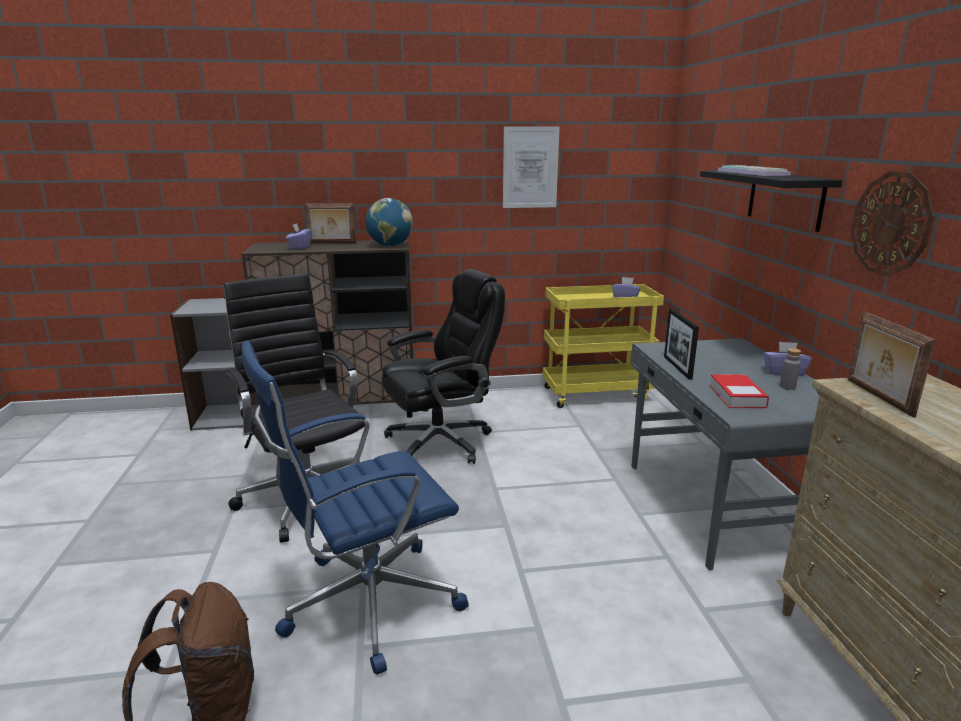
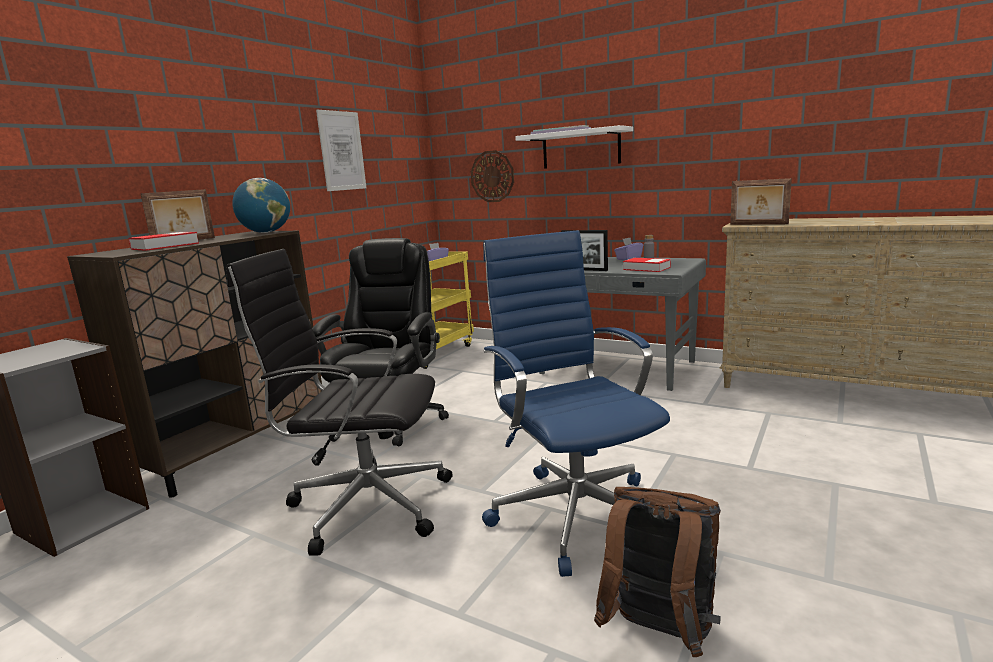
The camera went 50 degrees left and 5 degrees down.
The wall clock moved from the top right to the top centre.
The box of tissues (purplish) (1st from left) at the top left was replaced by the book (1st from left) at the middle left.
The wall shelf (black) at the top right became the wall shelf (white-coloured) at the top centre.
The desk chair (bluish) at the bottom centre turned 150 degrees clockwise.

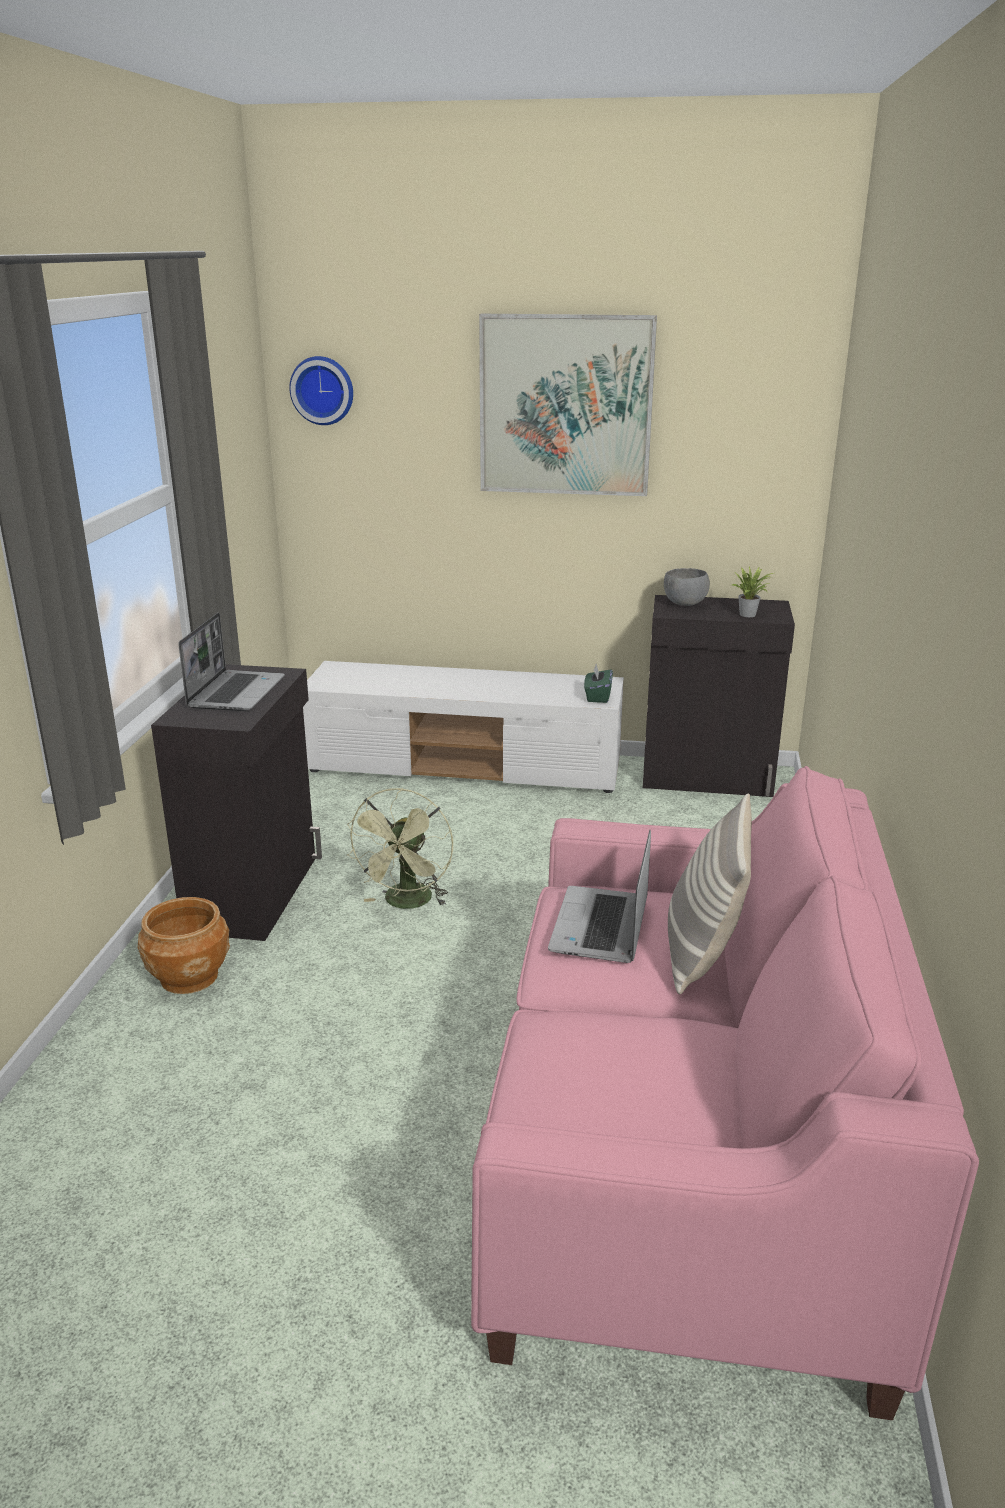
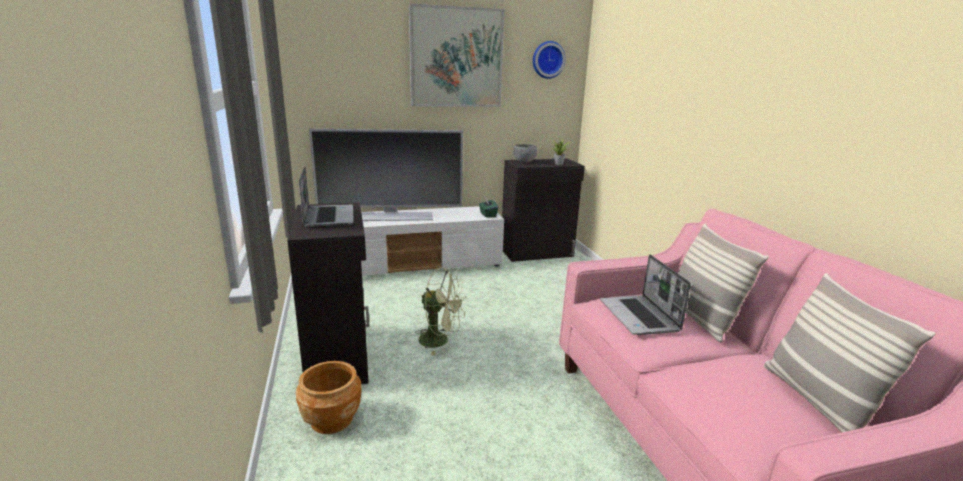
The camera went 25 degrees left and 5 degrees down.
The television at the centre appeared.
The cushion (2nd from left) at the bottom right appeared.
The wall clock moved from the top left to the top centre.
The fan (greenish) at the centre turned 60 degrees counterclockwise.

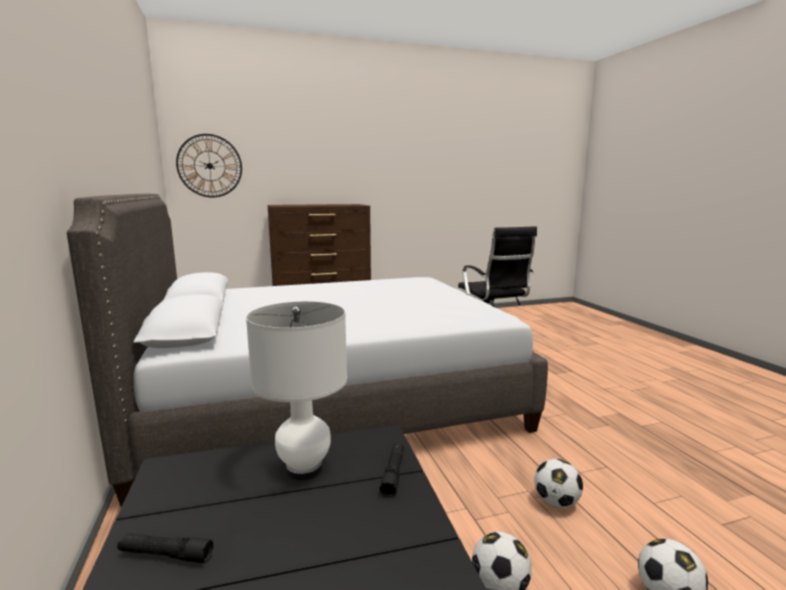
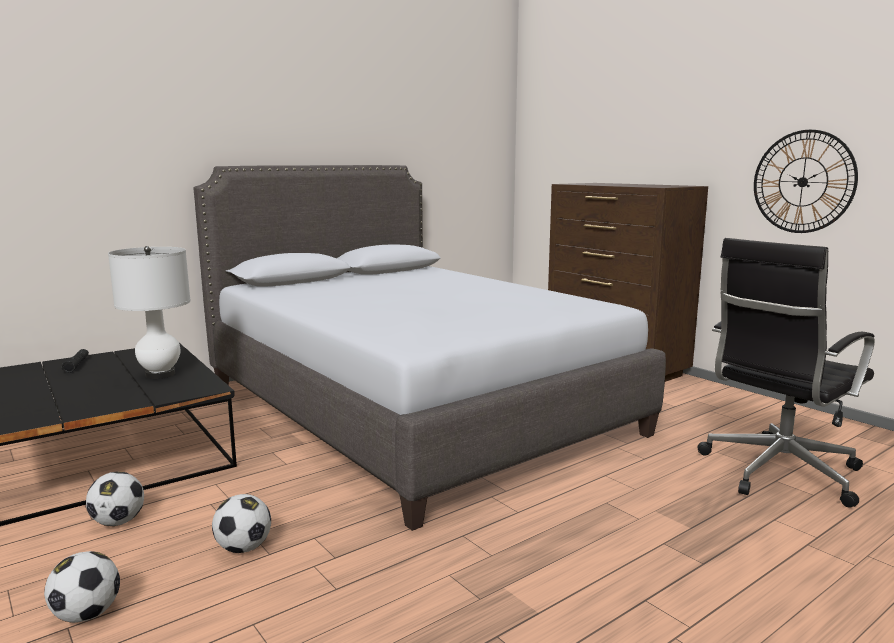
The camera went 70 degrees right and 0 degrees up.
The flashlight (black) (2nd from left) at the bottom centre disappeared.
The wall clock moved from the top left to the top right.

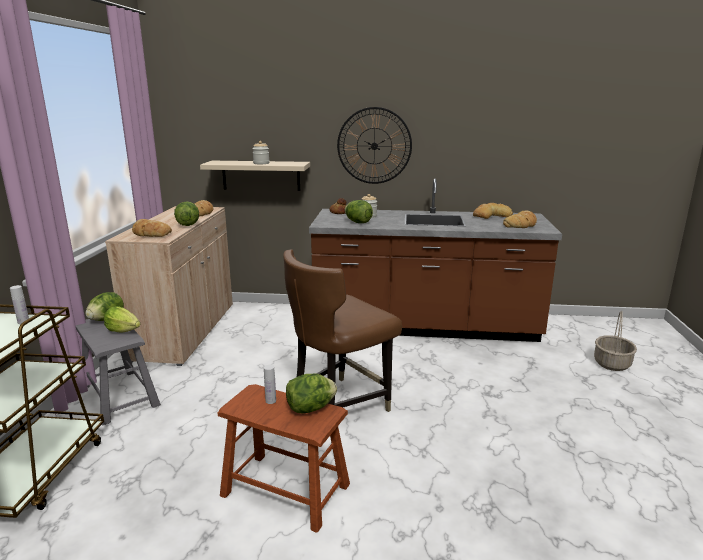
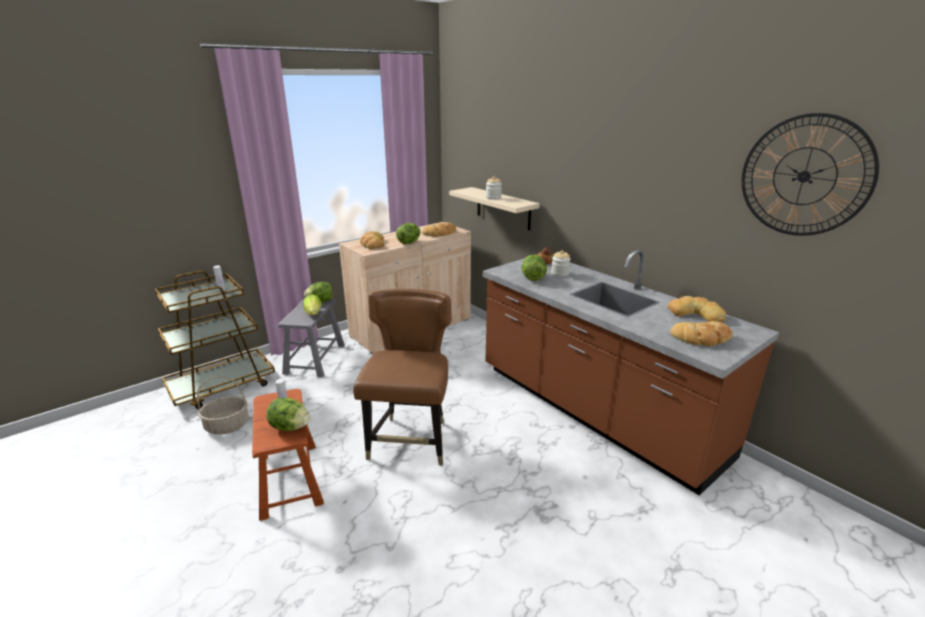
The camera went 45 degrees right and 5 degrees up.
The wall clock moved from the top centre to the top right.
The storage basket moved from the middle right to the middle left.
The chair (brownish) at the centre turned 90 degrees clockwise.

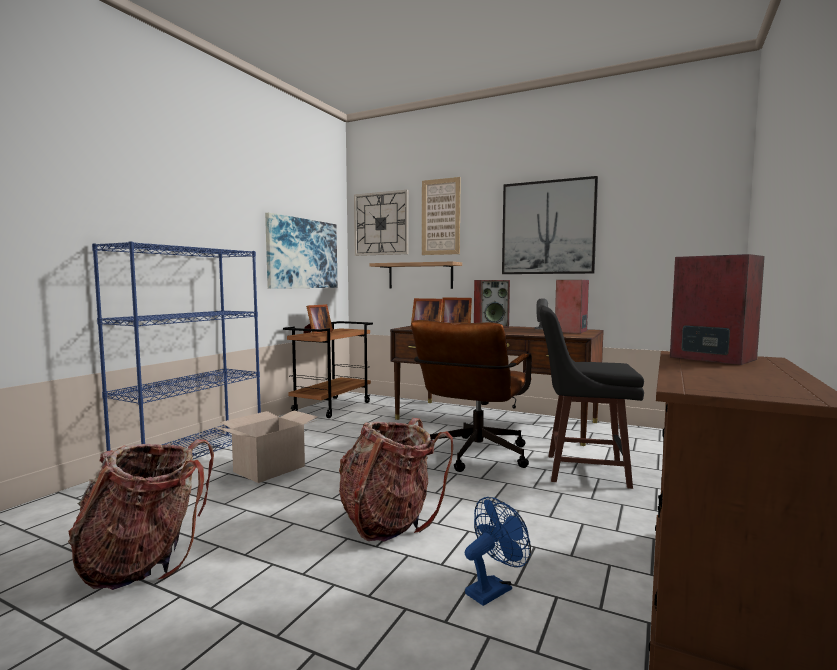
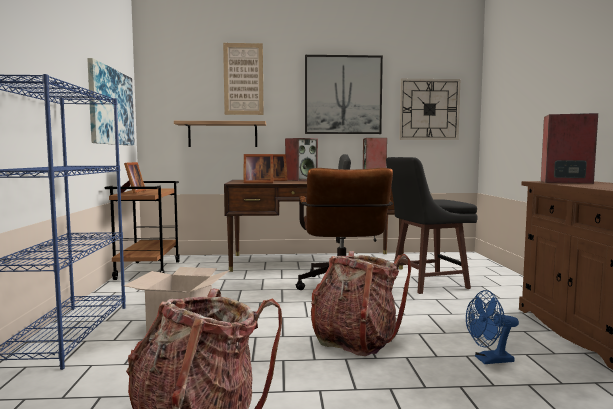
The camera went 30 degrees left and 0 degrees up.
The wall clock moved from the top centre to the top right.
The fan (bluish) at the bottom centre turned 120 degrees counterclockwise.

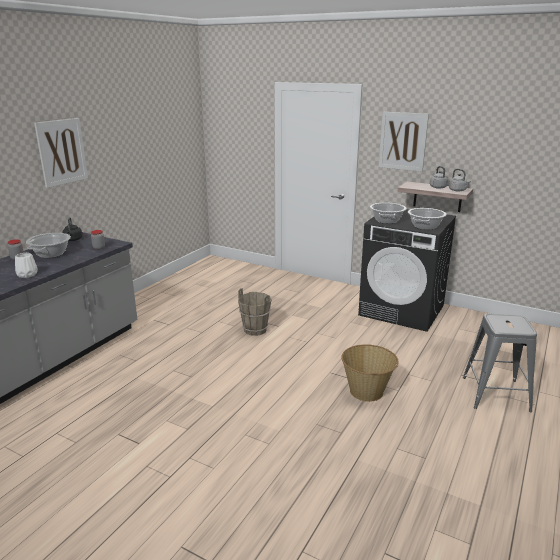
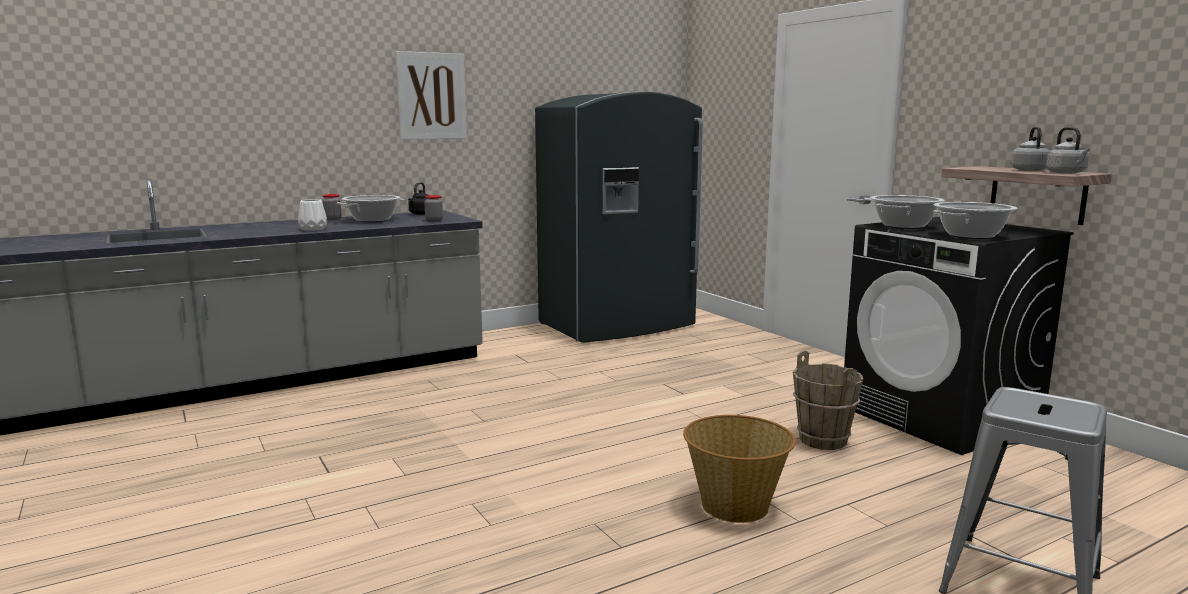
The camera went 30 degrees right and 10 degrees down.
The wall art (2nd from left) at the top right disappeared.
The refrigerator (greyish) at the centre appeared.
The water bucket (brownish) moved from the centre to the bottom right.

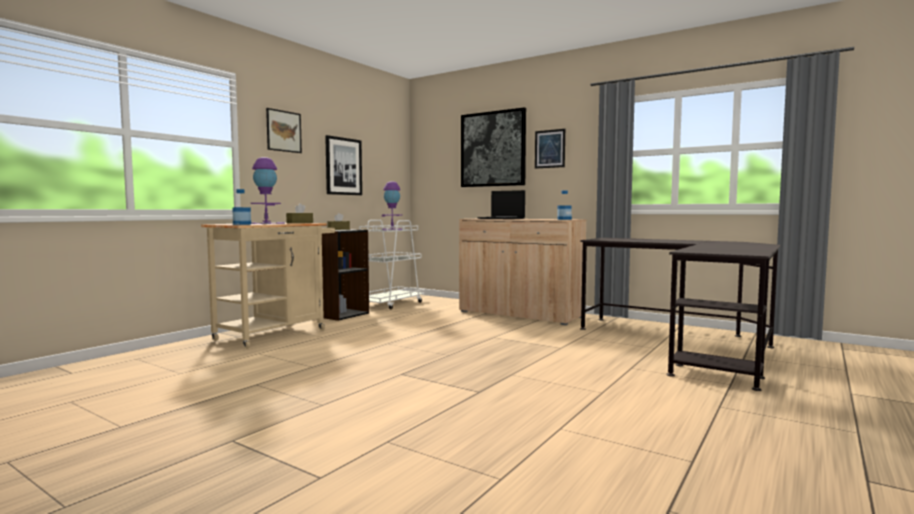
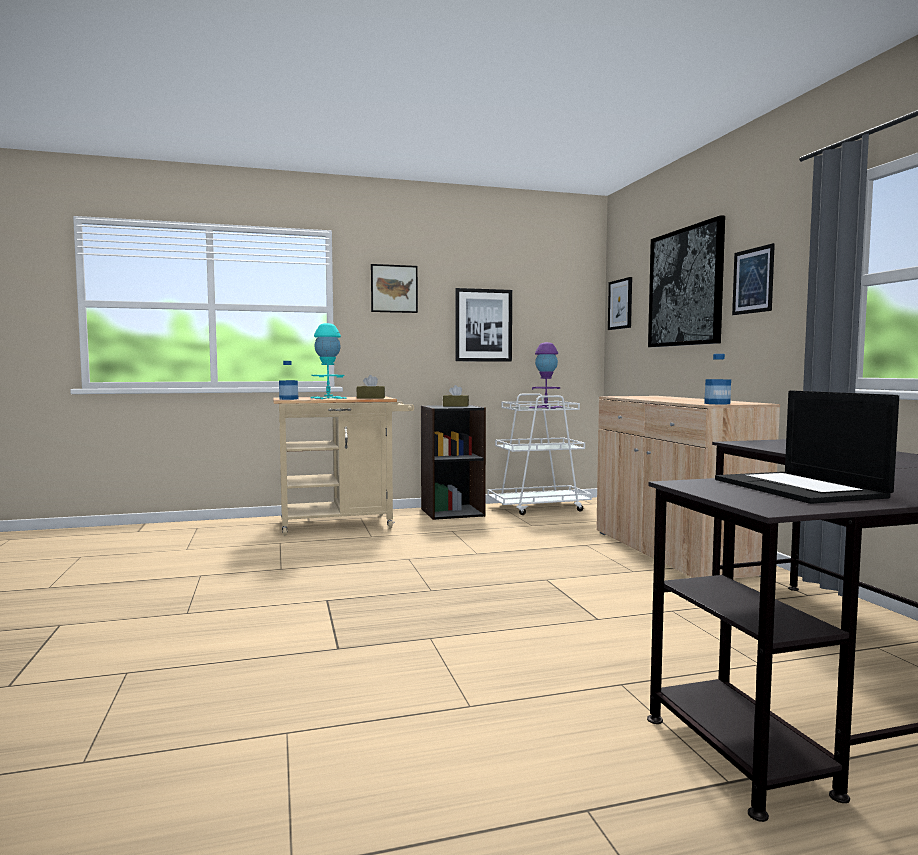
The camera went 40 degrees right and 0 degrees up.
The wall art (3rd from left) at the middle right appeared.
The notebook computer moved from the centre to the middle right.
The tabletop lamp (purplish) (1st from left) at the middle left became the tabletop lamp (turquoise-coloured) at the centre.

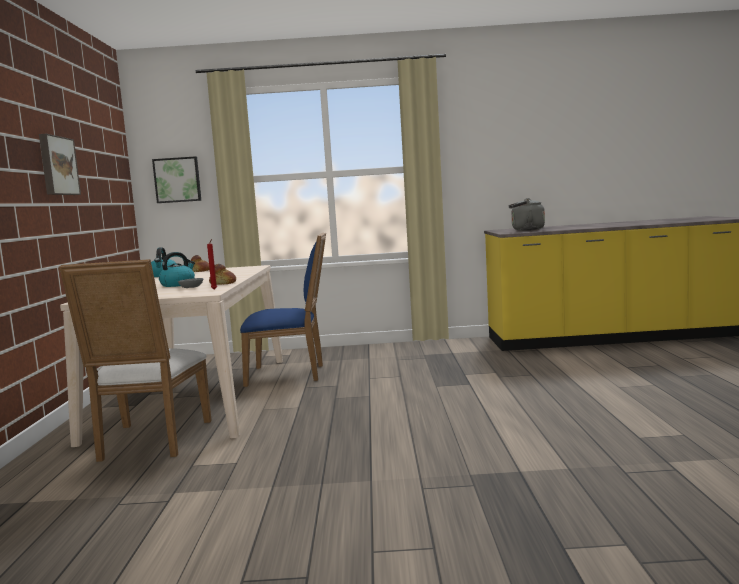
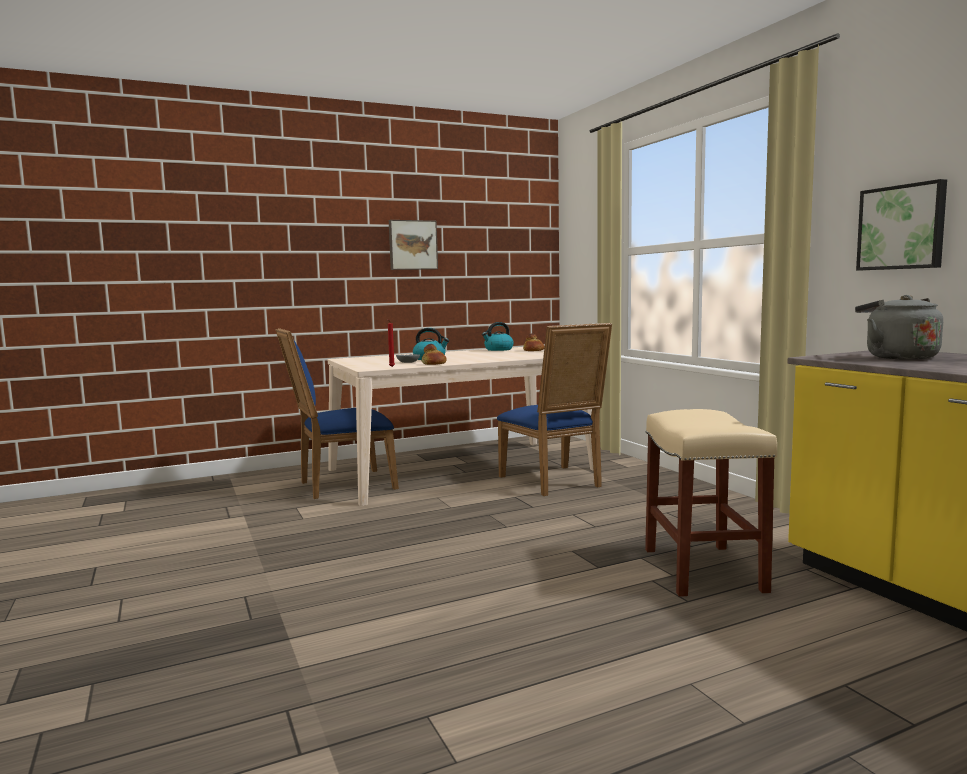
The camera went 65 degrees right and 0 degrees up.
The stool seat (beige) at the middle right appeared.
The wall art (2nd from left) moved from the top left to the top right.
The chair (white-coloured) at the middle left became the chair (bluish) (1st from left) at the centre.

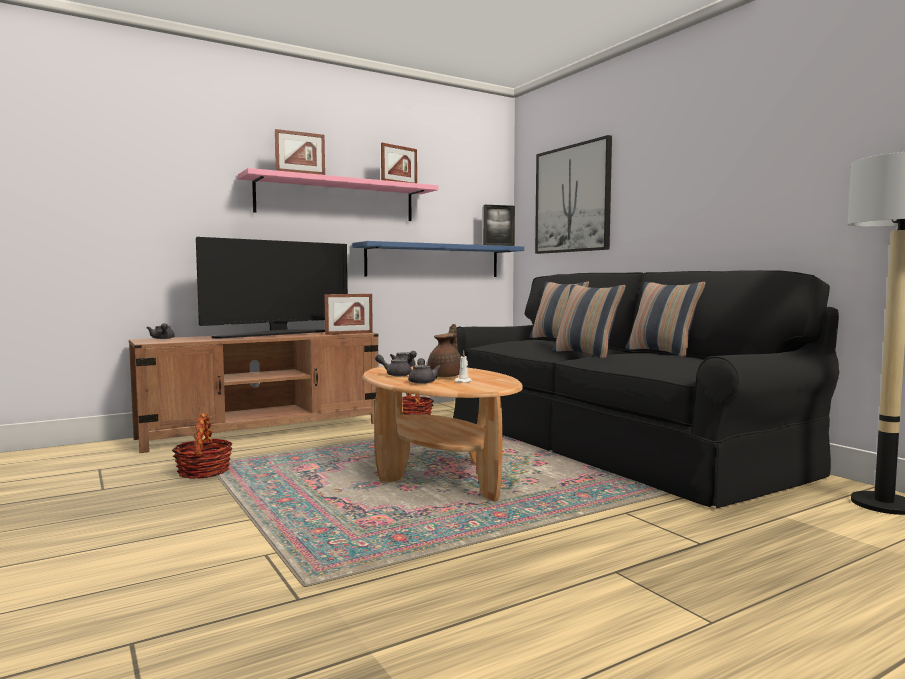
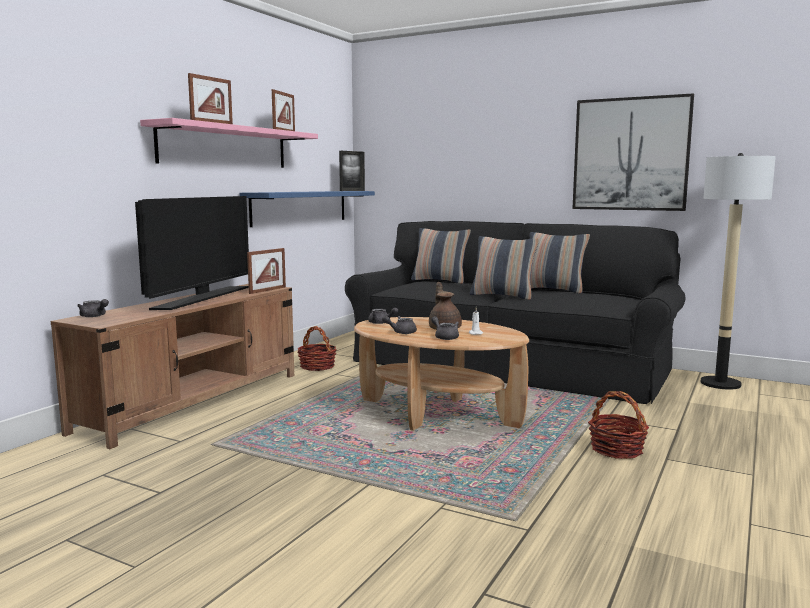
The camera went 30 degrees left and 5 degrees up.
The storage basket (1st from left in the first image) moved from the middle left to the bottom right.
The wall art moved from the top centre to the top right.

